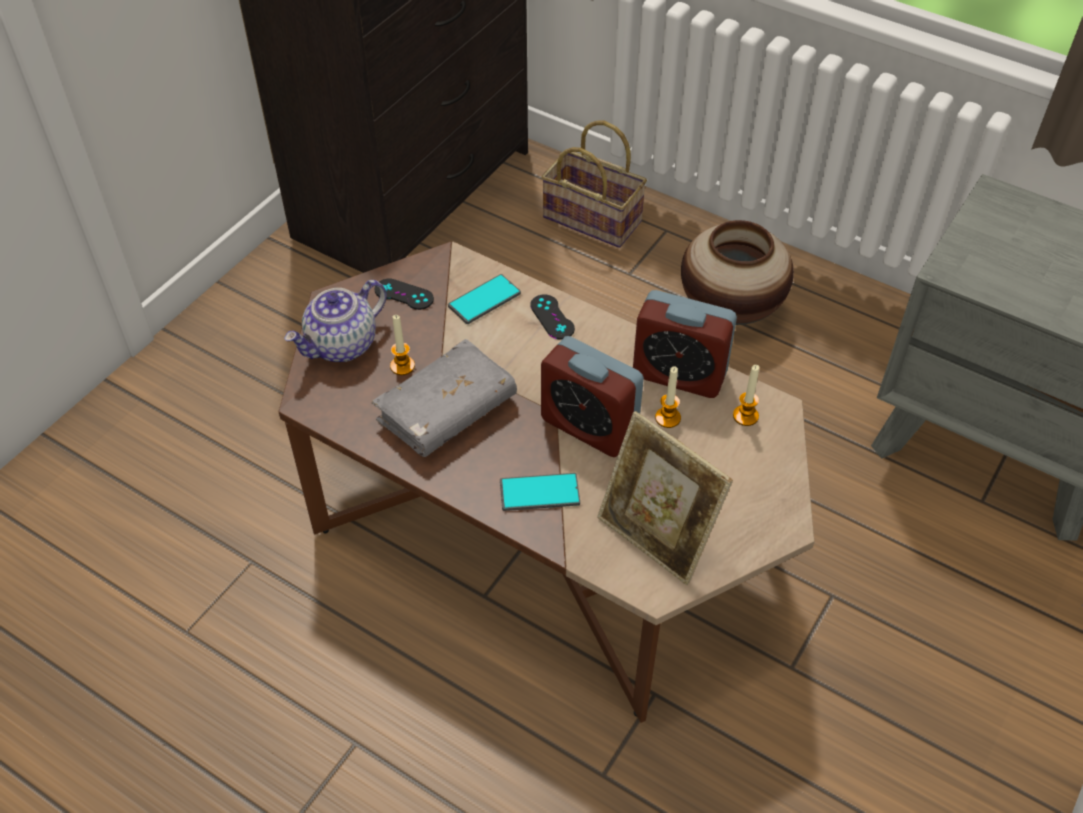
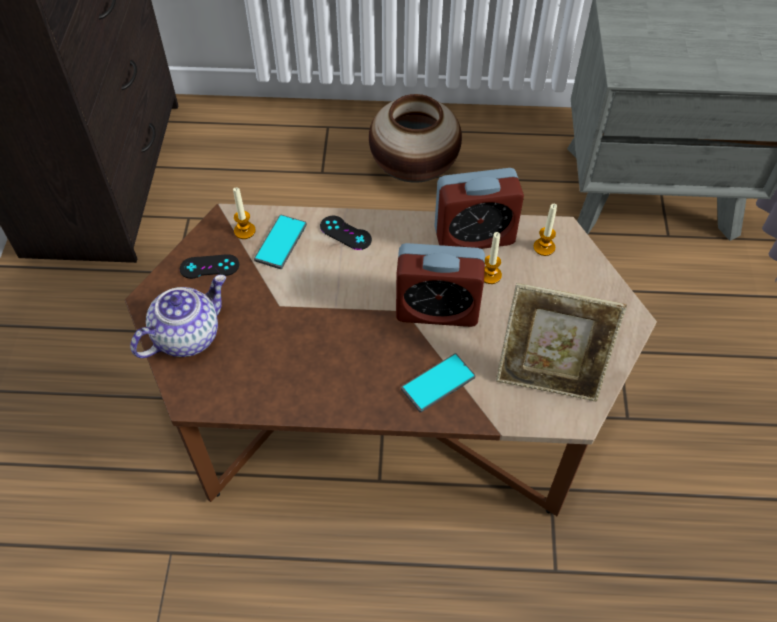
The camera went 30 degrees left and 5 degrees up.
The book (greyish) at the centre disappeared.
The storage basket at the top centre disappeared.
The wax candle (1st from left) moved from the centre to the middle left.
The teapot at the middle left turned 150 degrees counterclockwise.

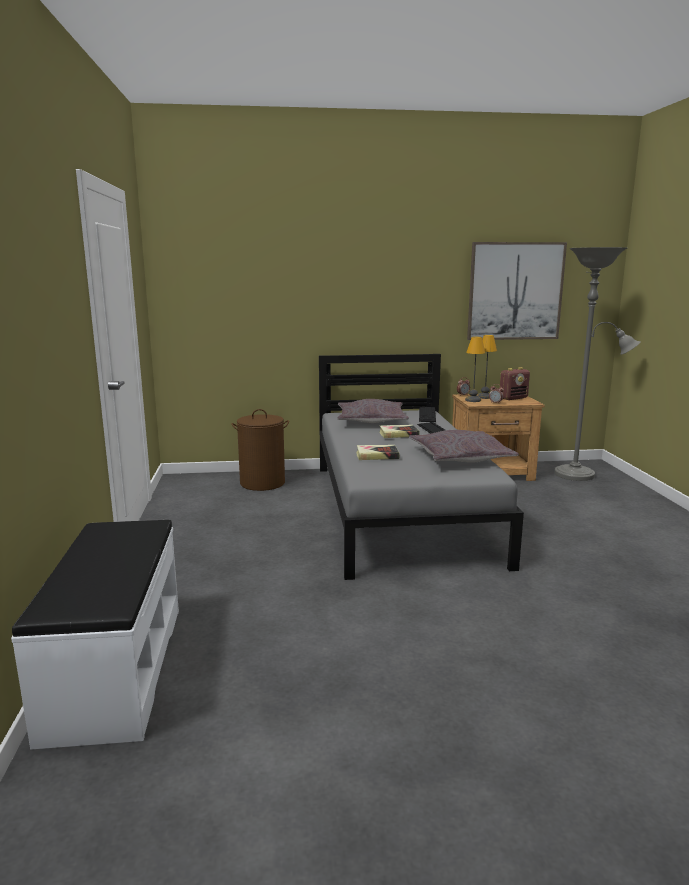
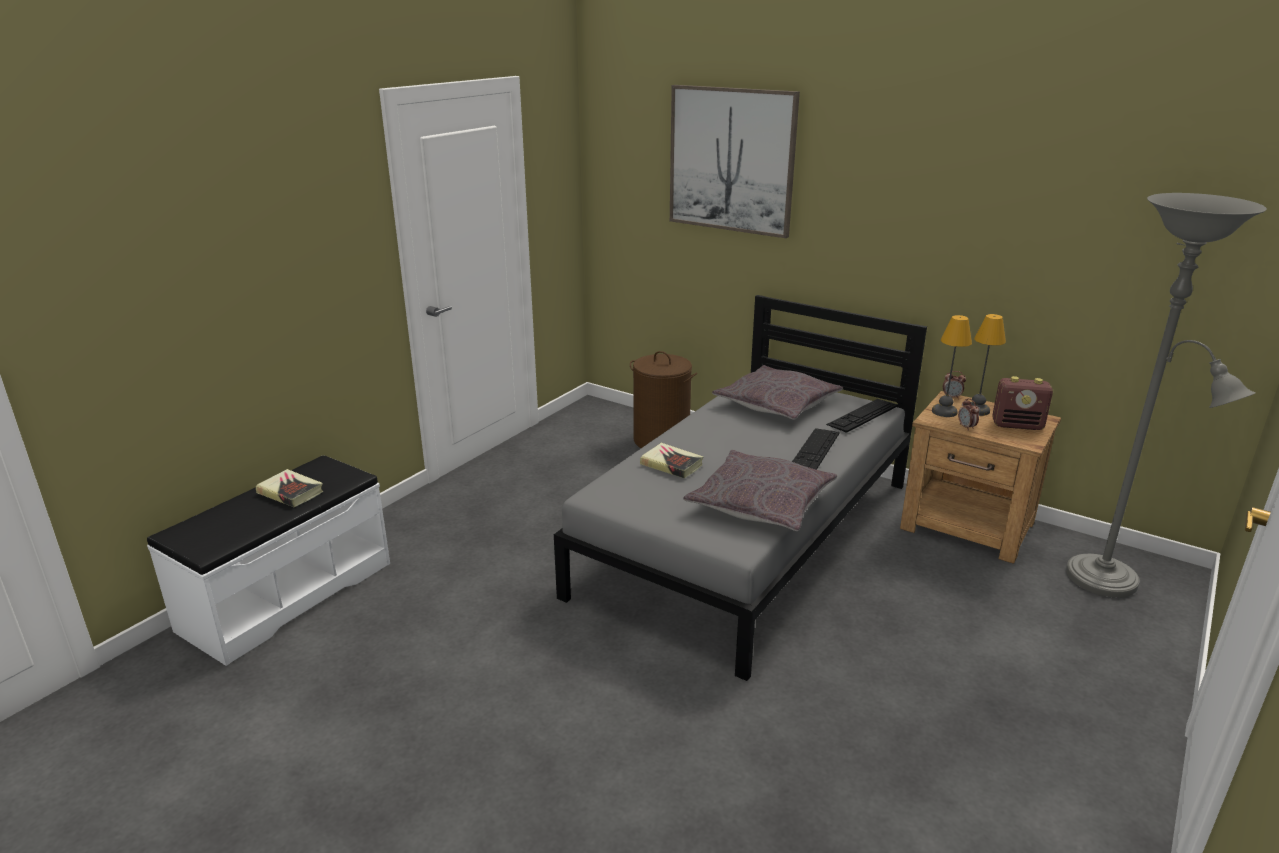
The camera went 40 degrees right and 10 degrees up.
The book (2nd from left in the first image) moved from the centre to the middle left.
The wall art moved from the top right to the top centre.

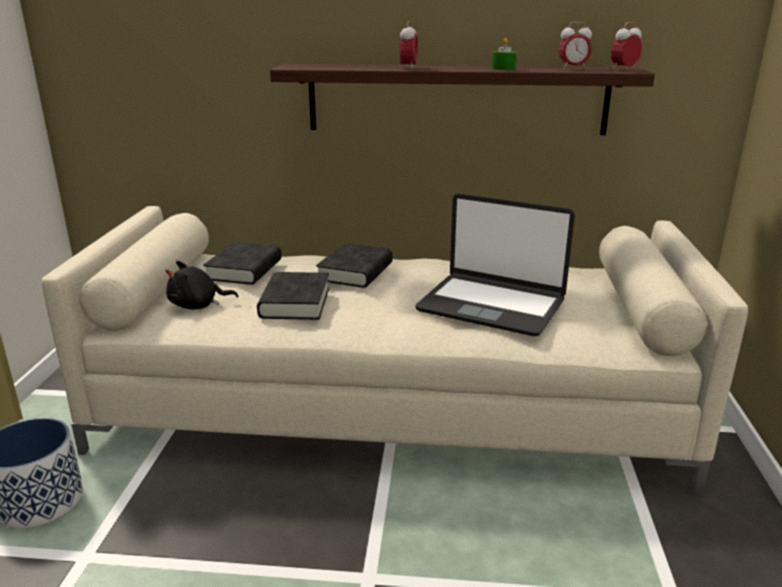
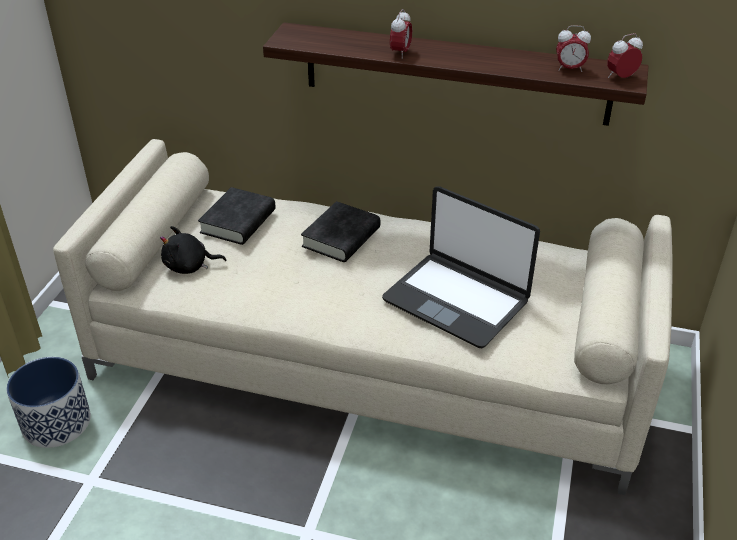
The camera went 10 degrees right and 15 degrees up.
The book (black) (2nd from left) at the centre disappeared.
The wax candle (greenish) at the top centre disappeared.

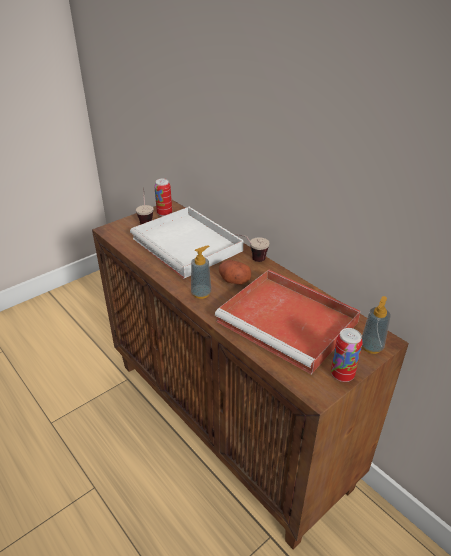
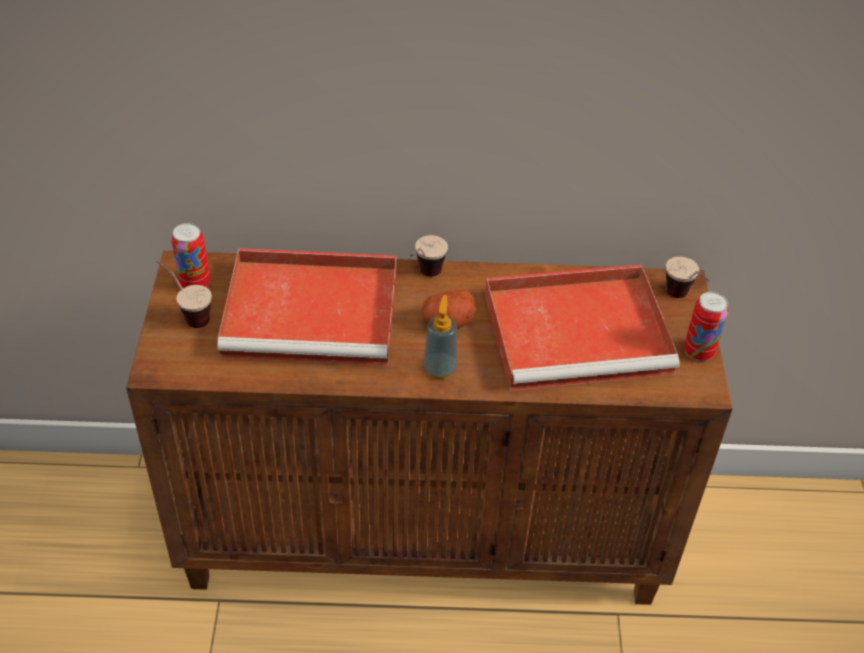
The camera went 50 degrees left and 10 degrees up.
The soap bottle (2nd from left) at the middle right was replaced by the drinking cup (3rd from left) at the middle right.
The serving tray (white-coloured) at the centre became the serving tray (red-coloured) (1st from left) at the centre.

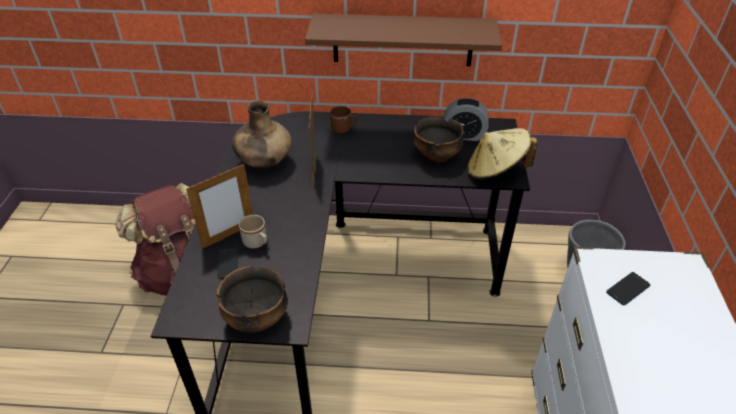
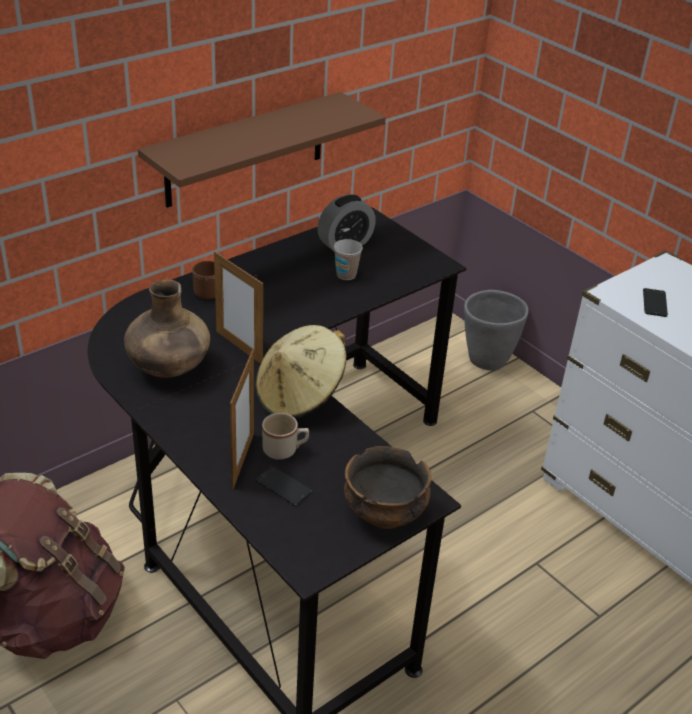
The camera went 45 degrees left and 5 degrees down.
The hat (beige) moved from the middle right to the centre.
The deep dish (2nd from left) at the centre was replaced by the drinking cup at the centre.

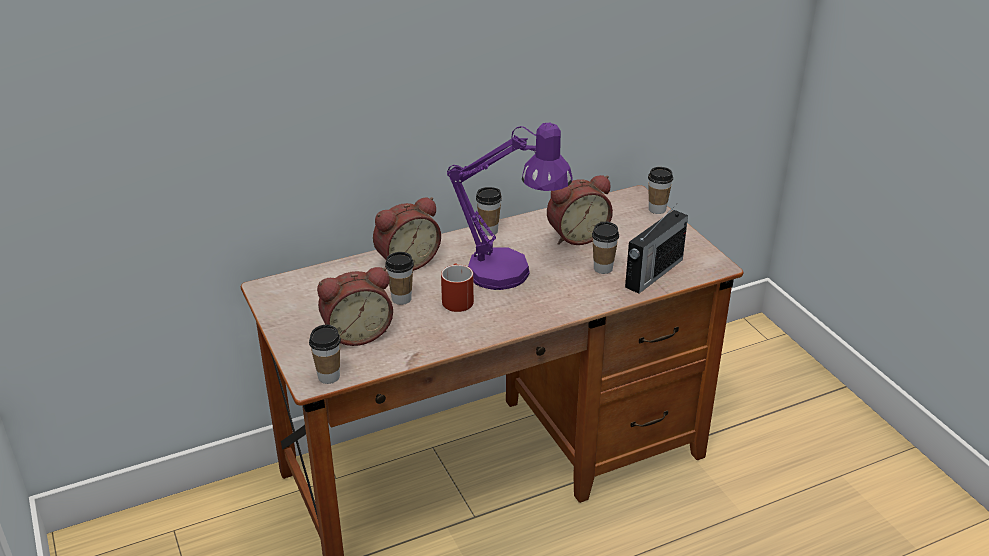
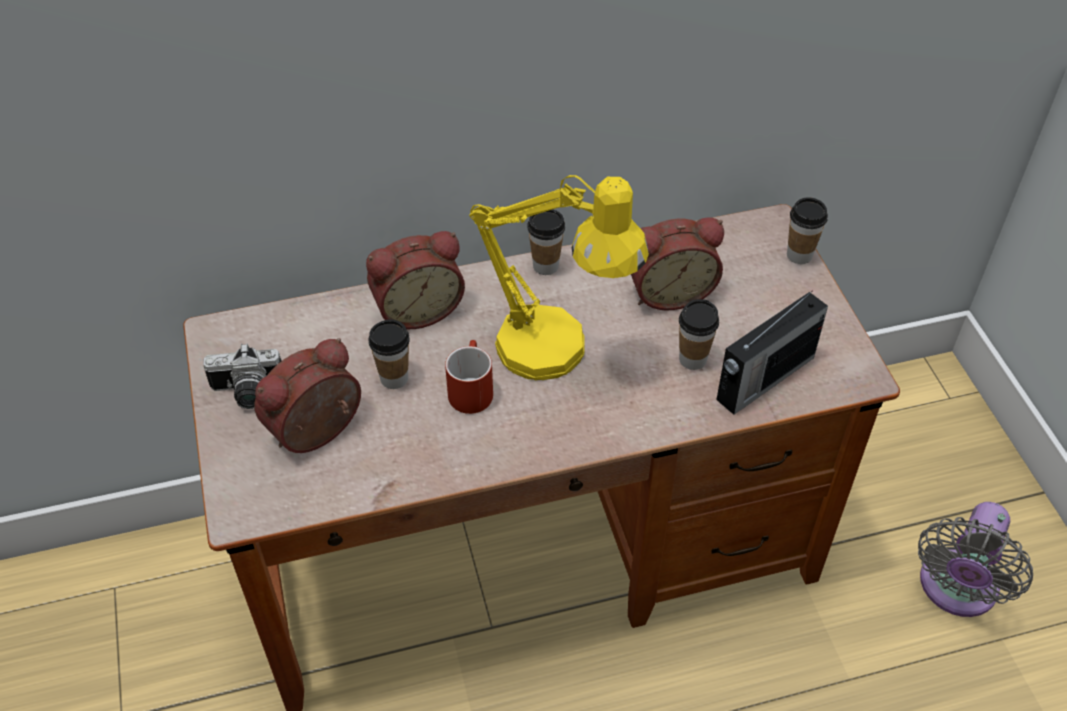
The camera went 10 degrees right and 15 degrees up.
The drinking cup (1st from left) at the middle left disappeared.
The photo camera at the middle left appeared.
The fan (greyish) at the bottom right appeared.
The tabletop lamp (purplish) at the centre became the tabletop lamp (yellow-coloured) at the centre.
The alarm clock (1st from left) at the centre turned 150 degrees clockwise.

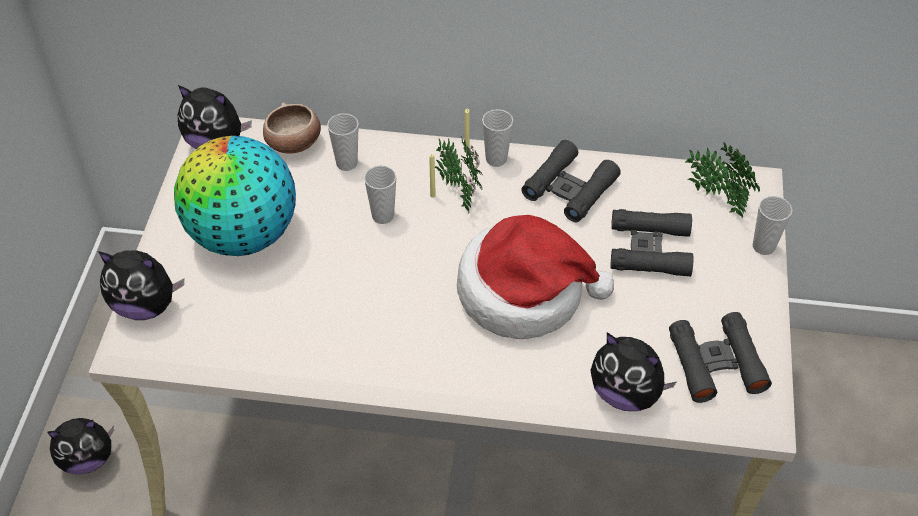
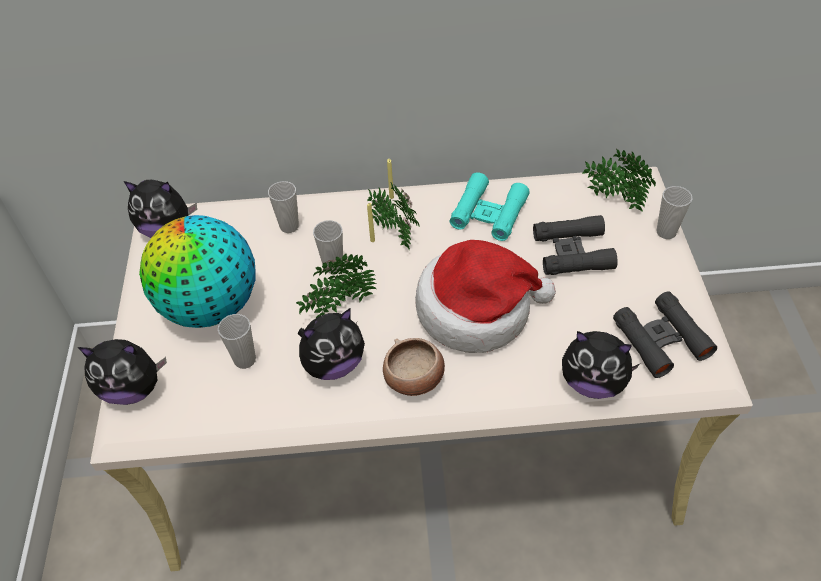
The camera went 10 degrees left and 0 degrees up.
The potted plant (1st from left) at the centre appeared.
The cuddly toy (1st from left in the first image) moved from the bottom left to the centre.
The deep dish moved from the top left to the centre.
The drinking cup (3rd from left in the first image) moved from the top centre to the middle left.
The field glasses (black) (1st from left) at the centre became the field glasses (turquoise-coloured) at the centre.

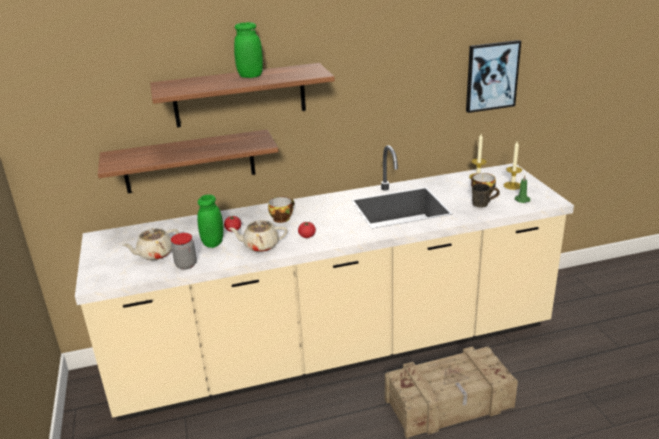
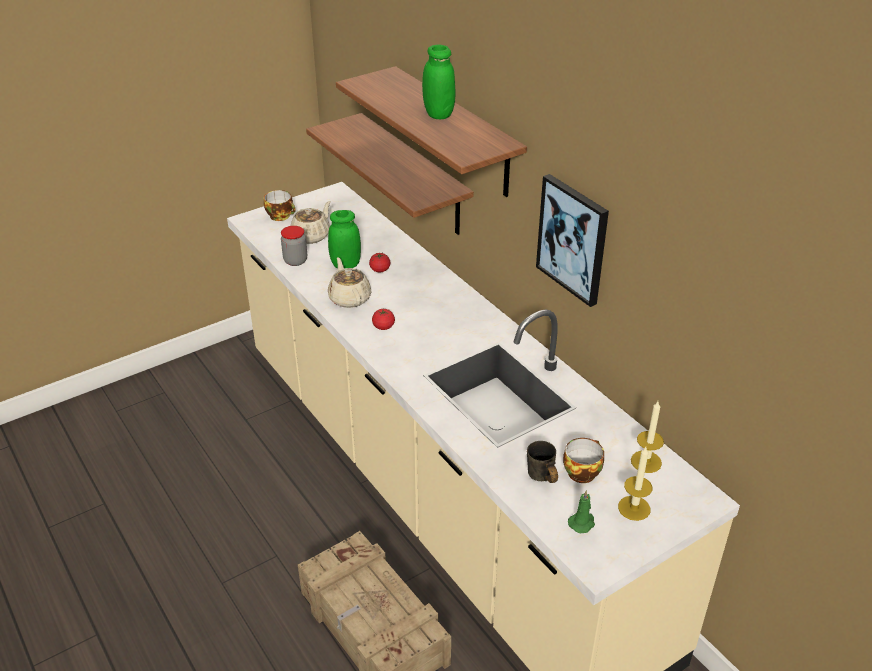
The camera went 70 degrees right and 10 degrees up.
The drinking cup (1st from left) moved from the centre to the top left.
The wall art moved from the top right to the centre.
The teapot (beige) (1st from left) at the middle left turned 90 degrees clockwise.

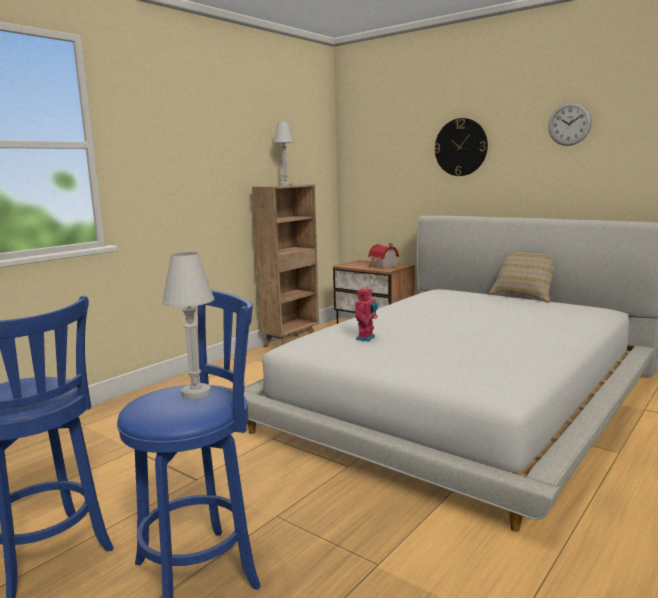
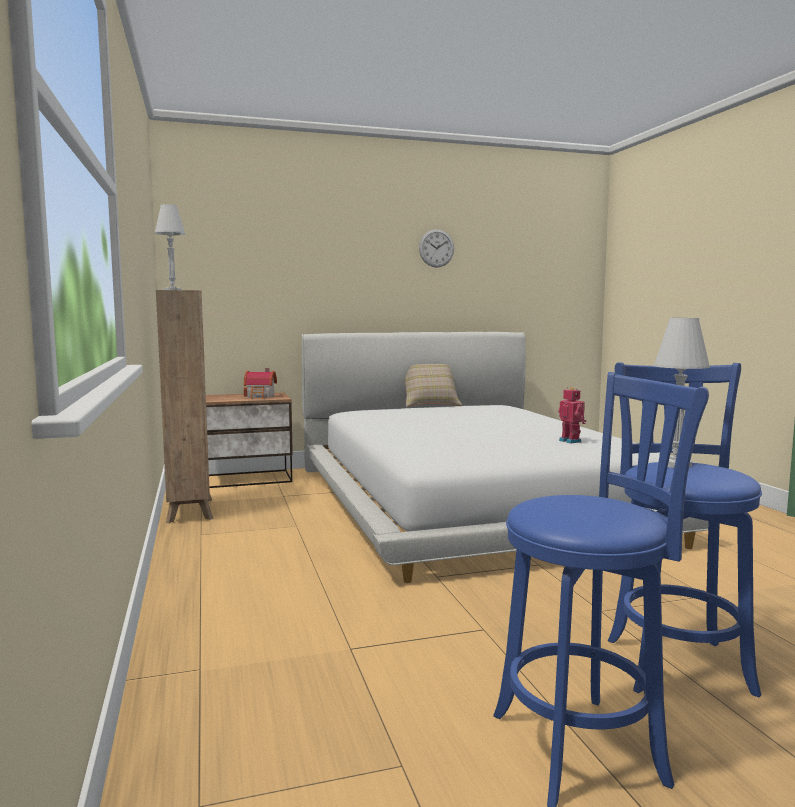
The camera went 55 degrees left and 5 degrees down.
The wall clock (1st from left) at the top right disappeared.
The toy robot moved from the centre to the middle right.

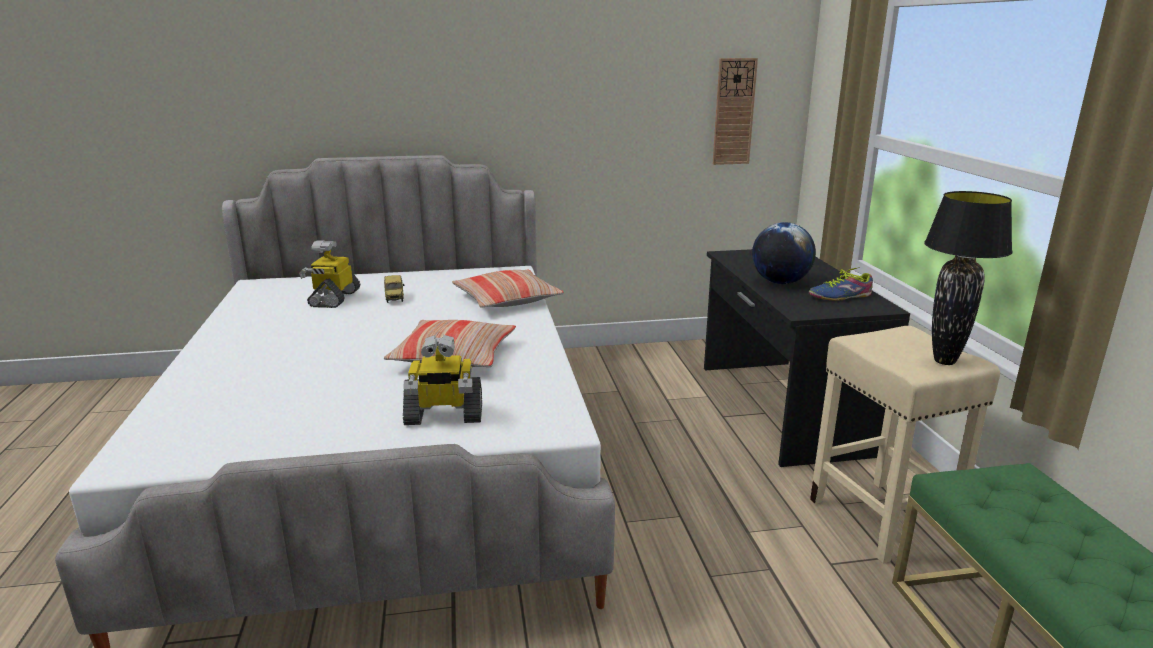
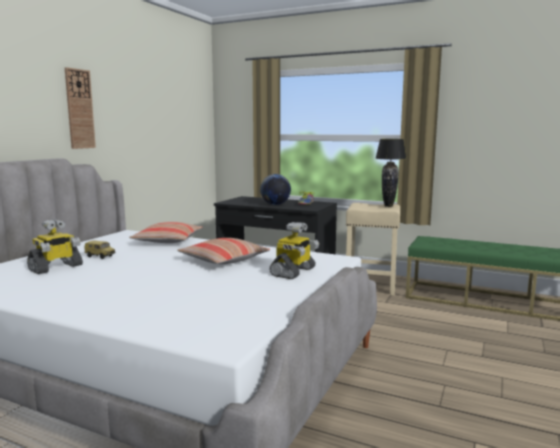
The camera went 55 degrees left and 10 degrees down.
The wall clock moved from the top centre to the top left.
The toy robot (1st from left) at the middle left turned 90 degrees counterclockwise.

